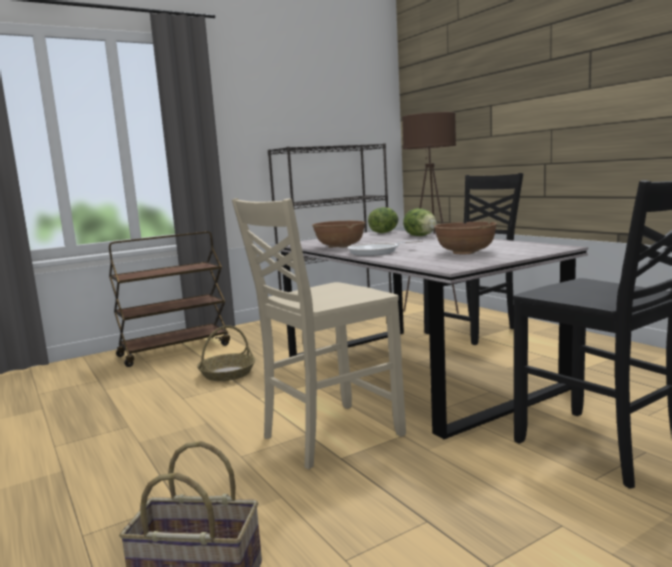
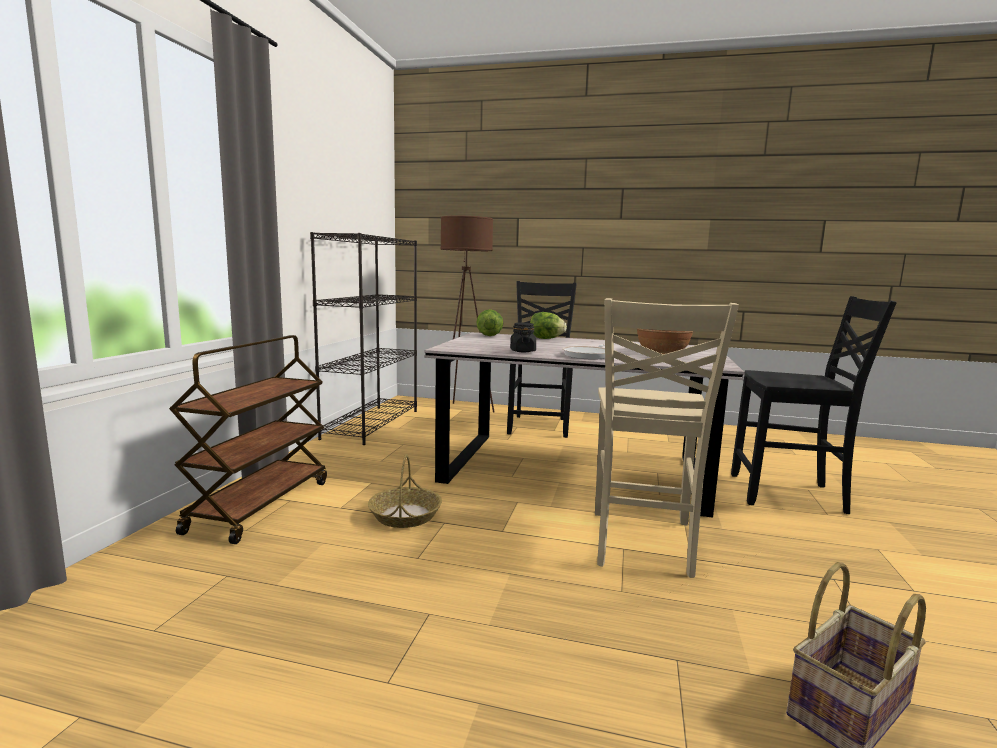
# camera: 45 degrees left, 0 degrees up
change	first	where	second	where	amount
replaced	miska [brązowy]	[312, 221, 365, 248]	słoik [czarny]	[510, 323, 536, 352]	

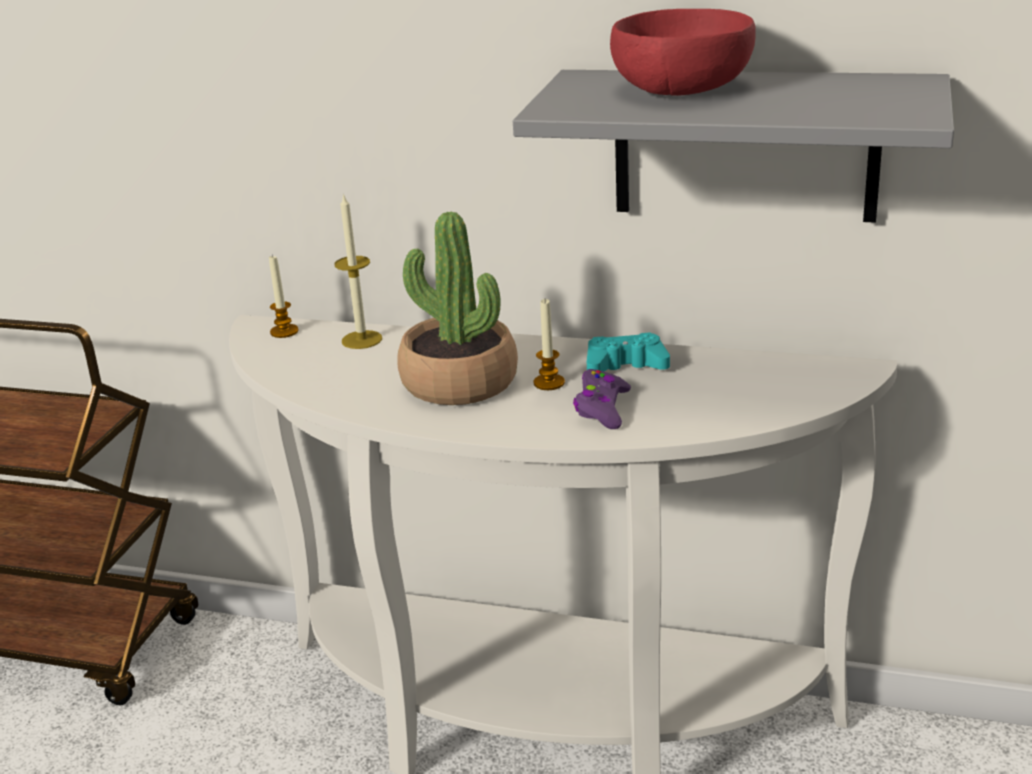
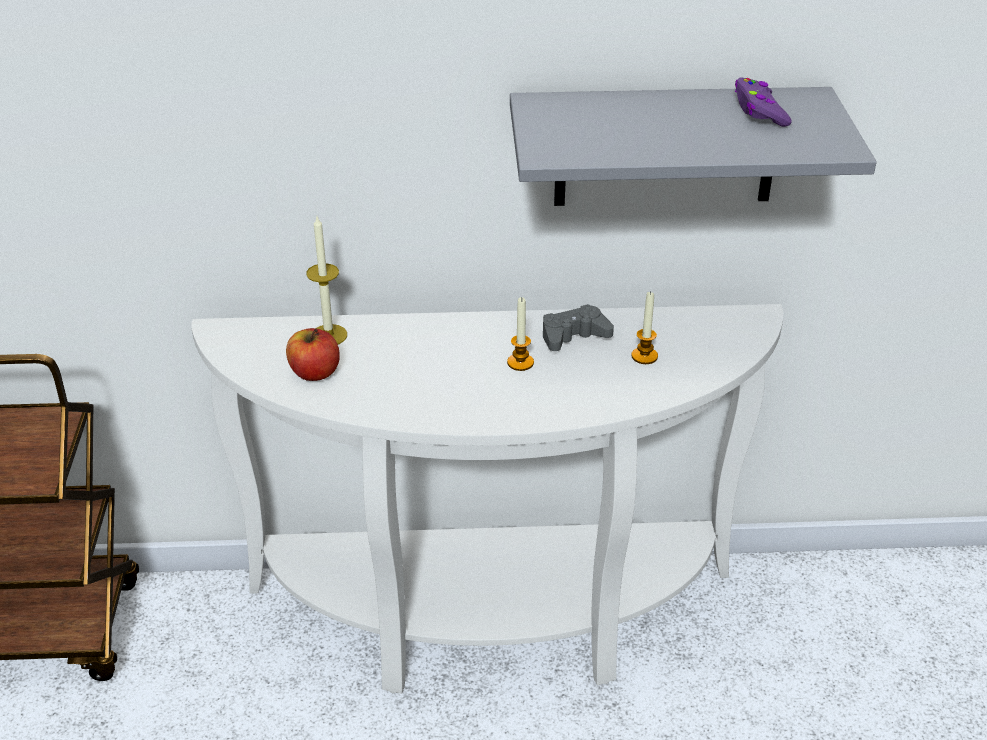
# camera: 20 degrees left, 10 degrees up
change	first	where	second	where	amount
added			jabłko	[286, 328, 340, 381]	
recoloured	pad do gier [turkusowy]	[587, 332, 670, 372]	pad do gier [szary]	[543, 304, 614, 351]	
moved	świeca	[269, 254, 298, 338]		[631, 291, 658, 364]	
moved	pad do gier [fioletowy]	[573, 369, 631, 429]		[735, 77, 792, 127]	
removed	roślina doniczkowa	[397, 212, 518, 405]			
removed	miska [czerwony]	[610, 9, 756, 96]			

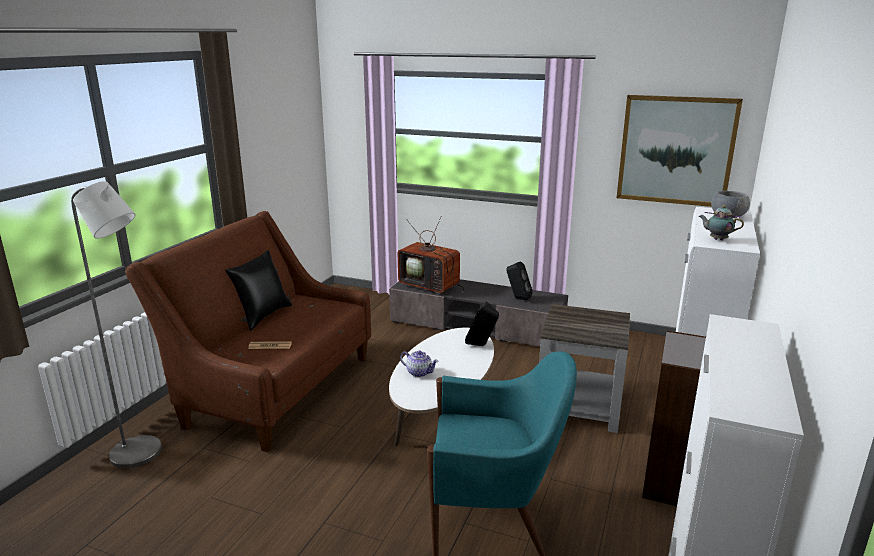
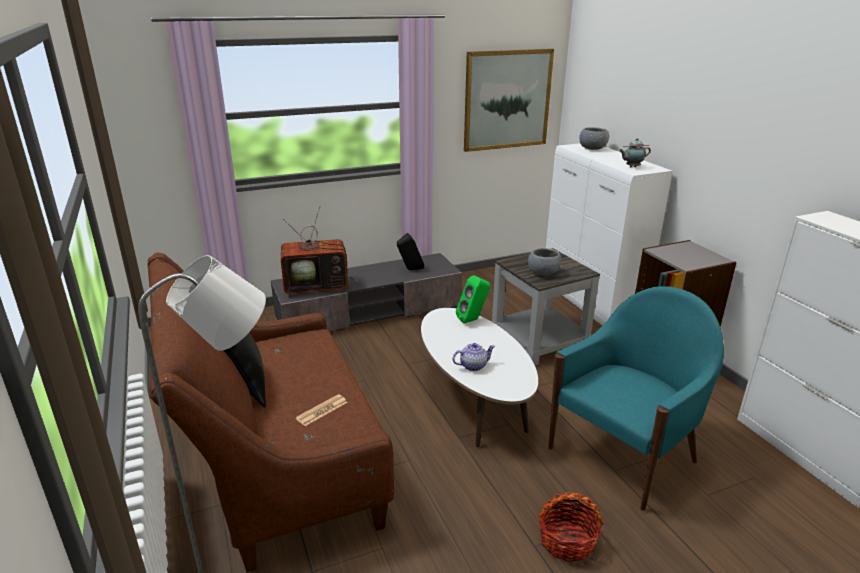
# camera: 45 degrees left, 5 degrees up
change	first	where	second	where	amount
recoloured	głośnik [czarny]	[465, 301, 499, 346]	głośnik [zielony]	[456, 275, 490, 323]	
added			miska [szary]	[528, 248, 561, 276]	
added			koszyk	[538, 492, 604, 562]	

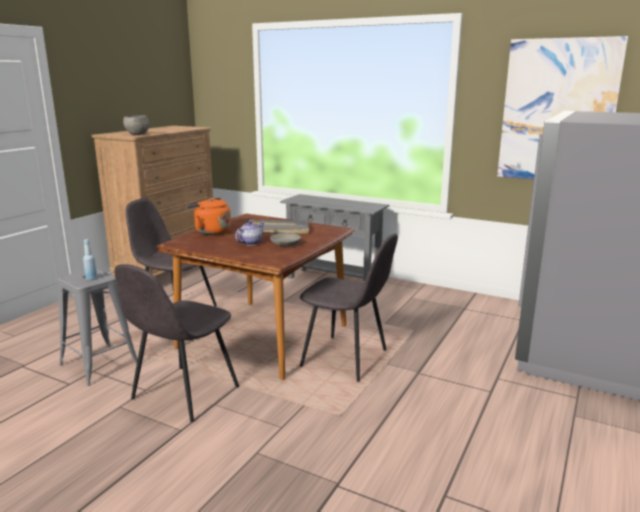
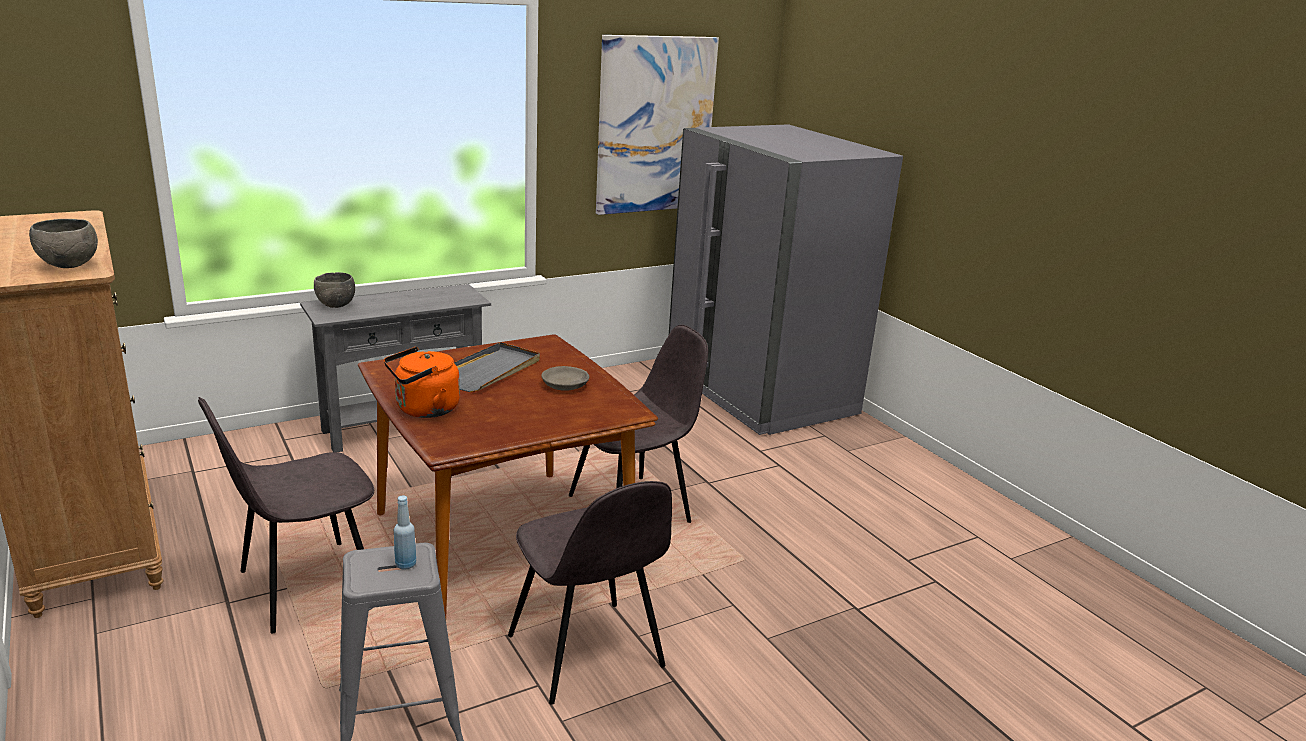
# camera: 60 degrees left, 5 degrees up
change	first	where	second	where	amount
added			miska [szary]	[314, 272, 355, 308]	
removed	imbryk	[235, 221, 264, 246]			

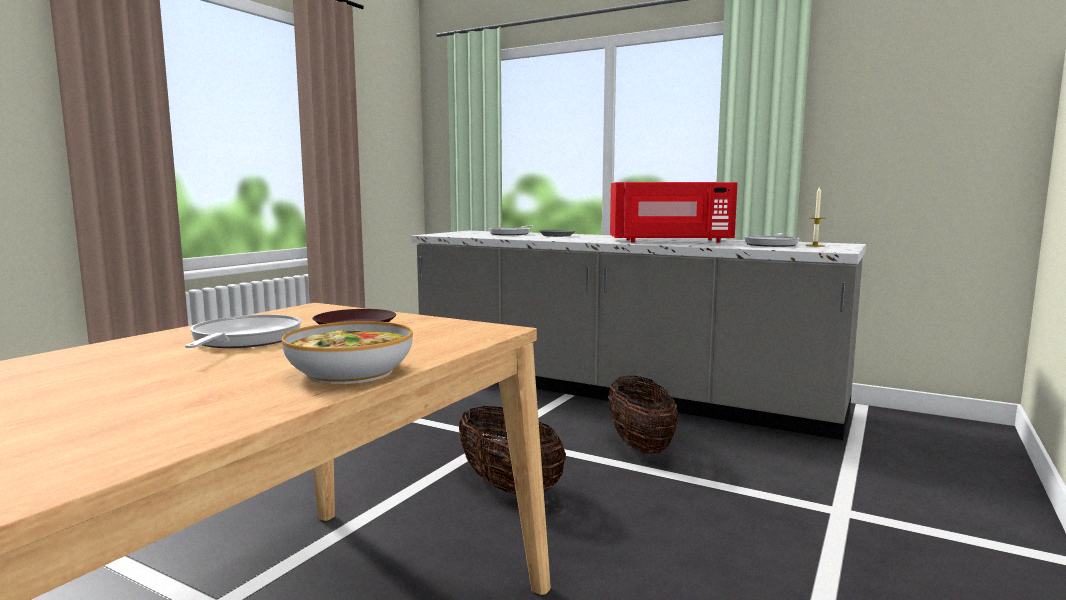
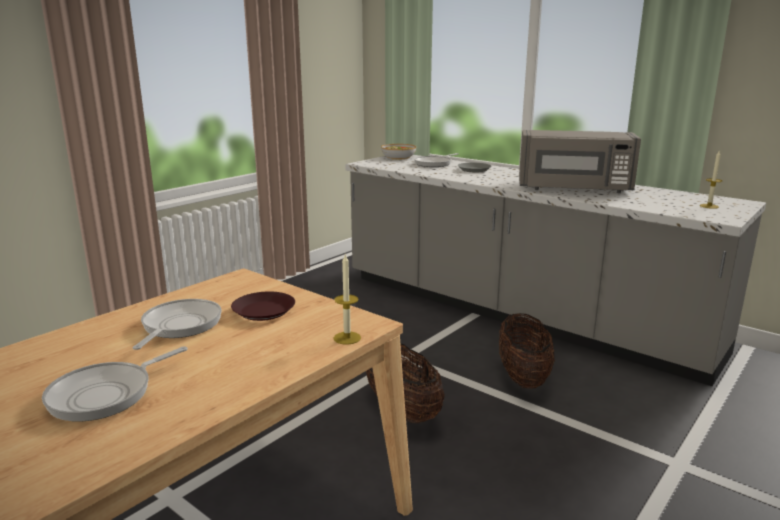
# camera: 10 degrees right, 10 degrees up
change	first	where	second	where	amount
moved	patelnia	[744, 233, 799, 247]		[42, 346, 188, 422]	
added			świeca	[333, 255, 361, 345]	
moved	miska	[282, 321, 413, 384]		[381, 144, 416, 160]	
recoloured	mikrofalówka [czerwony]	[610, 182, 737, 243]	mikrofalówka [szary]	[519, 130, 641, 193]	

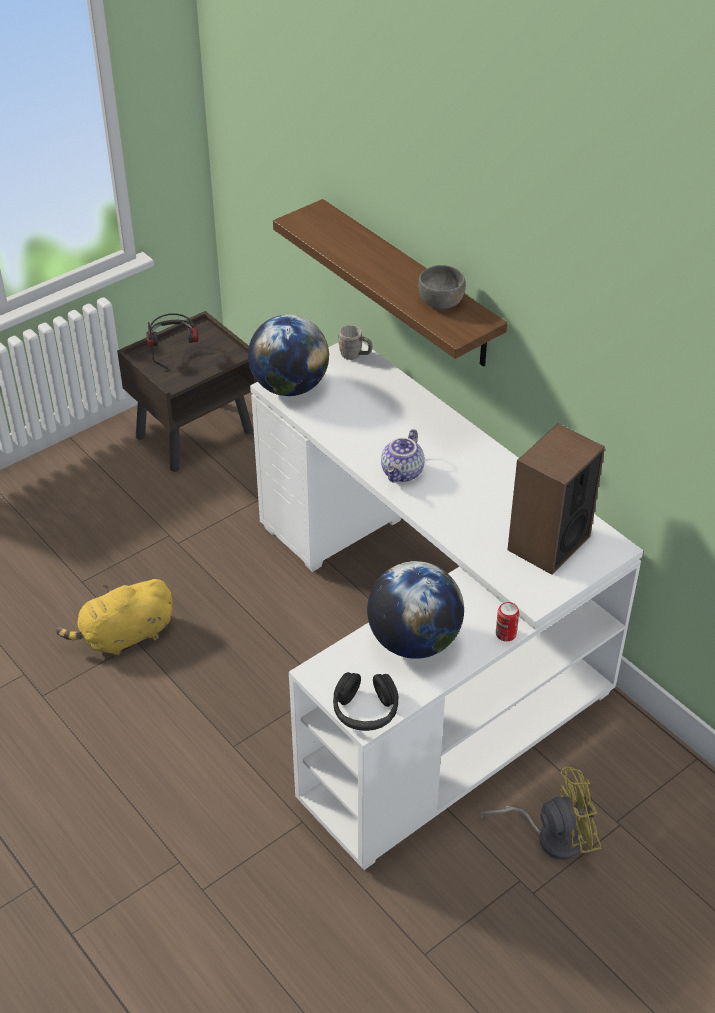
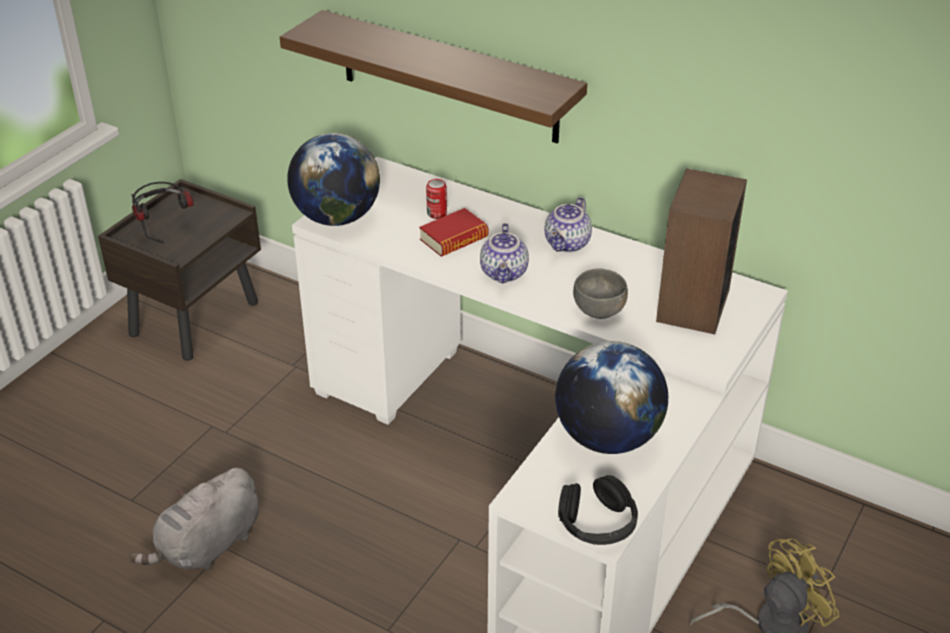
# camera: 20 degrees left, 5 degrees down
change	first	where	second	where	amount
recoloured	pluszak [żółty]	[56, 579, 172, 656]	pluszak [szary]	[129, 468, 259, 570]	
added			książka	[419, 208, 488, 257]	
moved	puszka	[496, 602, 519, 641]		[426, 179, 447, 219]	
added			imbryk	[544, 197, 592, 253]	
moved	miska [szary]	[418, 265, 466, 309]		[573, 268, 628, 319]	
removed	kubek [szary]	[338, 325, 372, 360]			

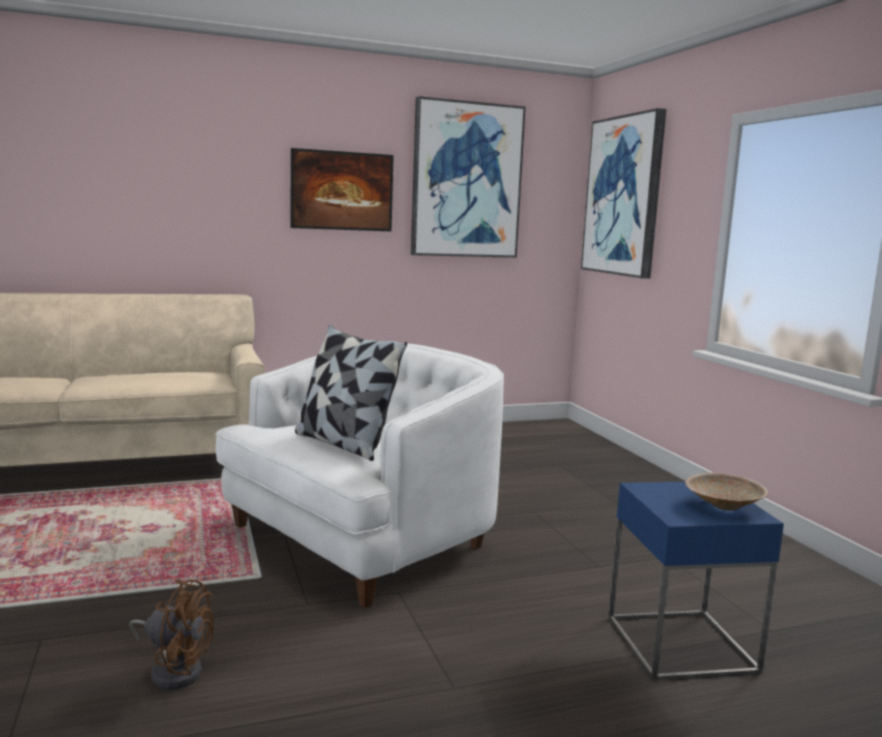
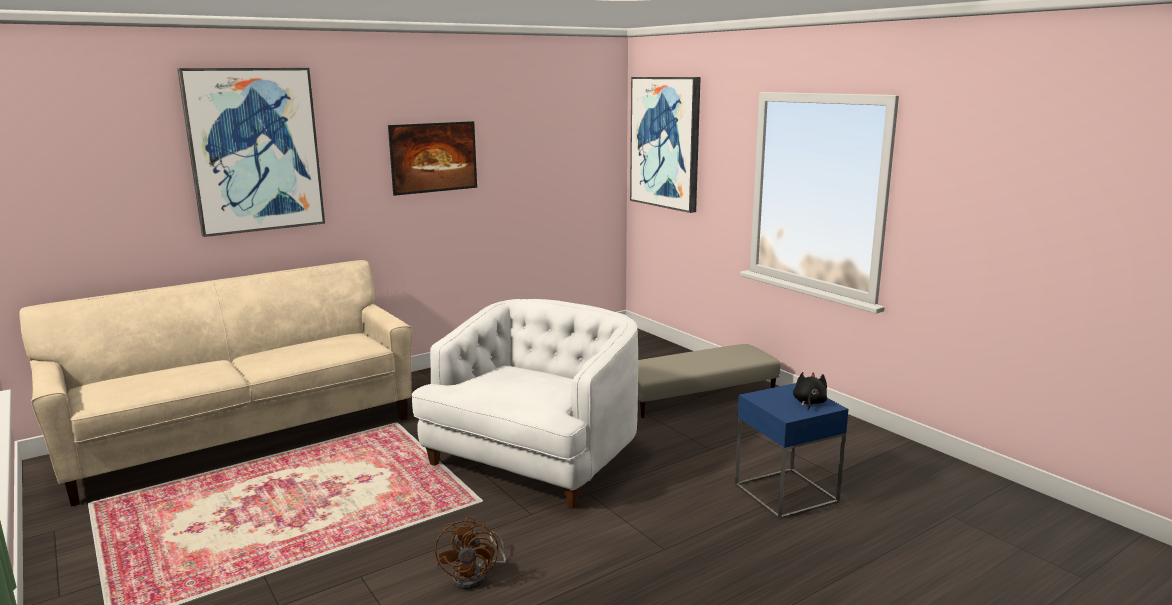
# camera: 15 degrees left, 5 degrees up
change	first	where	second	where	amount
moved	obraz	[411, 96, 526, 258]		[177, 68, 325, 237]	
turned	wentylator [brązowy]	[129, 579, 214, 690]		[435, 516, 506, 589]	90 degrees clockwise
added			pufa [beżowy]	[638, 344, 780, 418]	
replaced	miska [beżowy]	[685, 472, 768, 511]	pluszak [czarny]	[793, 372, 827, 411]	
removed	poduszka	[295, 325, 407, 461]			

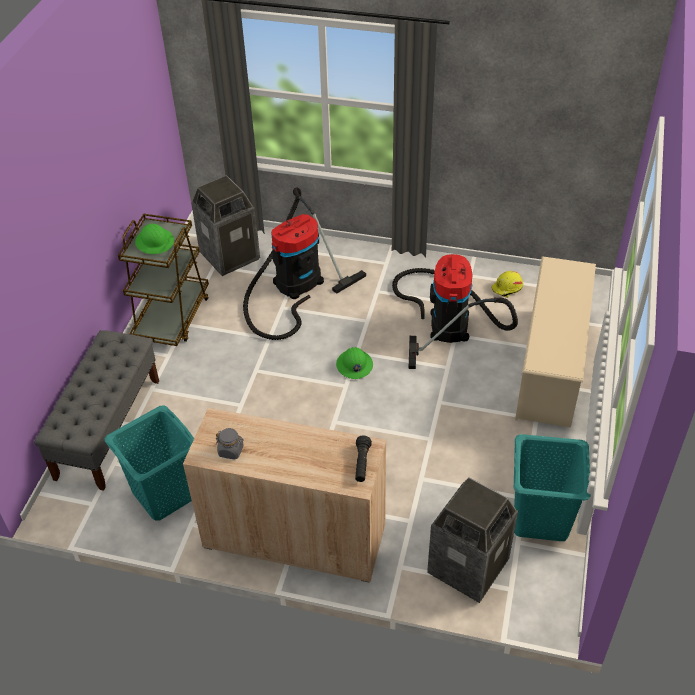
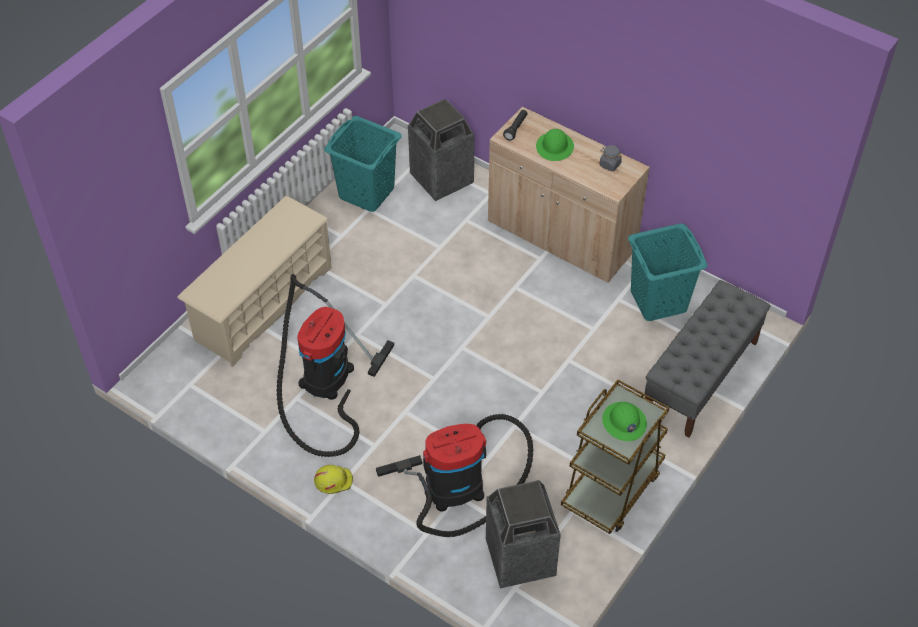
# camera: 160 degrees left, 5 degrees up
change	first	where	second	where	amount
moved	kask [żółty]	[491, 271, 523, 298]		[314, 465, 353, 494]	
moved	kask [zielony]	[336, 347, 373, 379]		[536, 129, 574, 161]	

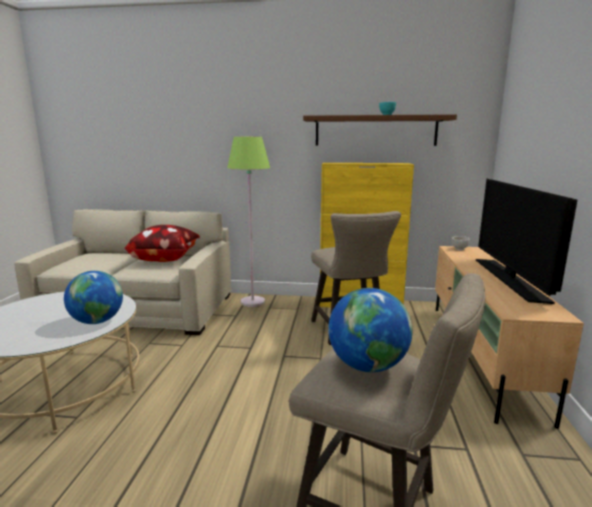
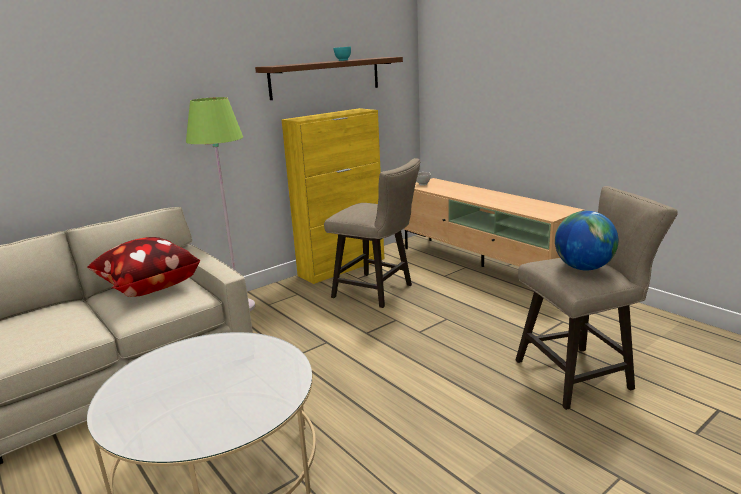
# camera: 45 degrees left, 5 degrees up
change	first	where	second	where	amount
removed	globus	[64, 271, 123, 324]			
removed	telewizor	[476, 179, 577, 304]			

